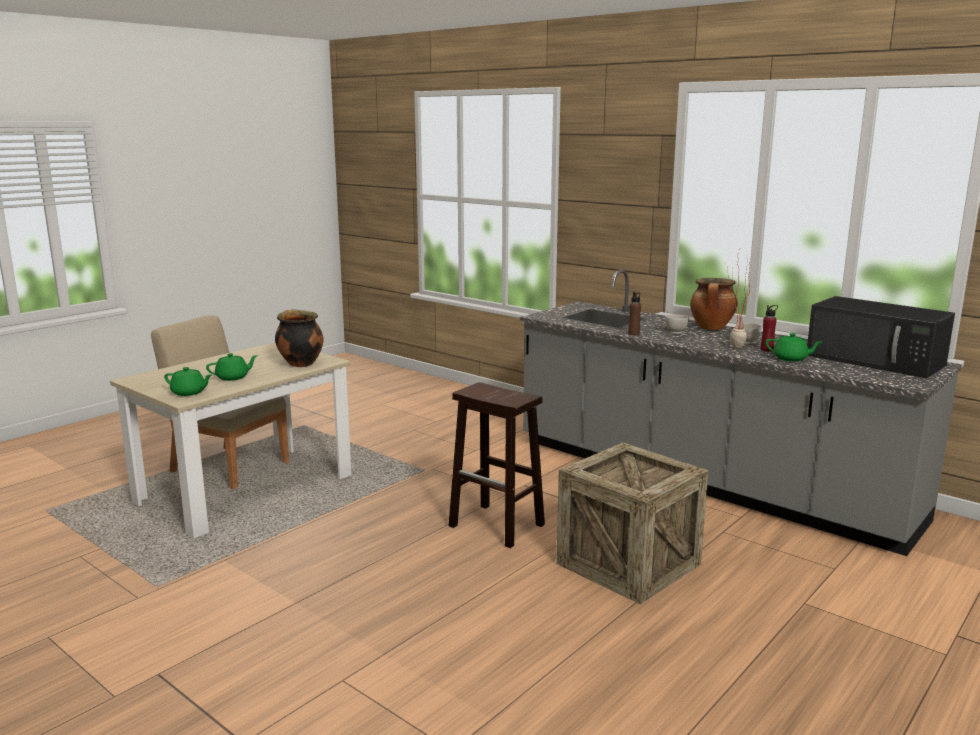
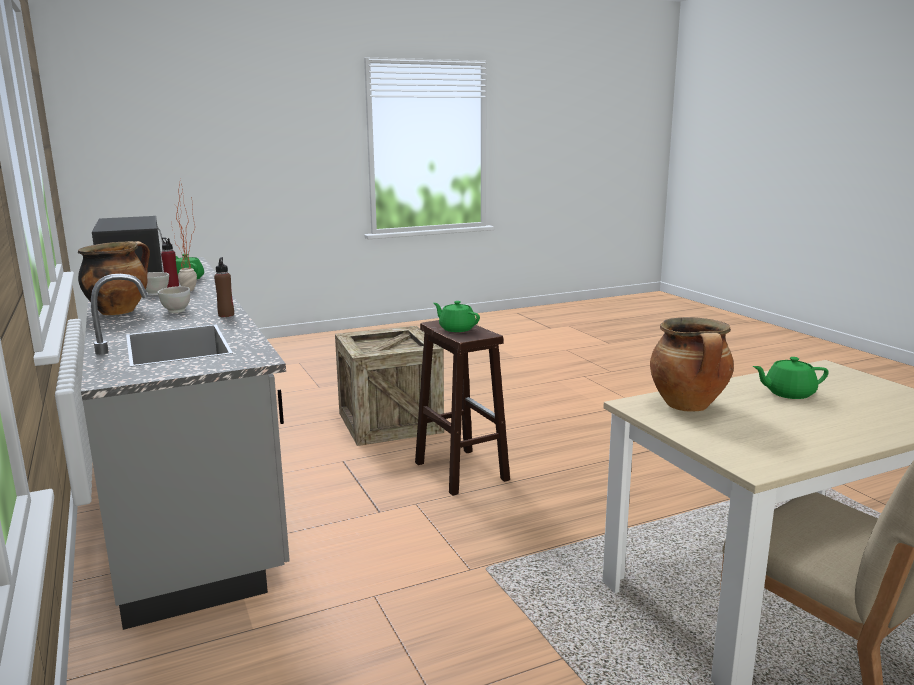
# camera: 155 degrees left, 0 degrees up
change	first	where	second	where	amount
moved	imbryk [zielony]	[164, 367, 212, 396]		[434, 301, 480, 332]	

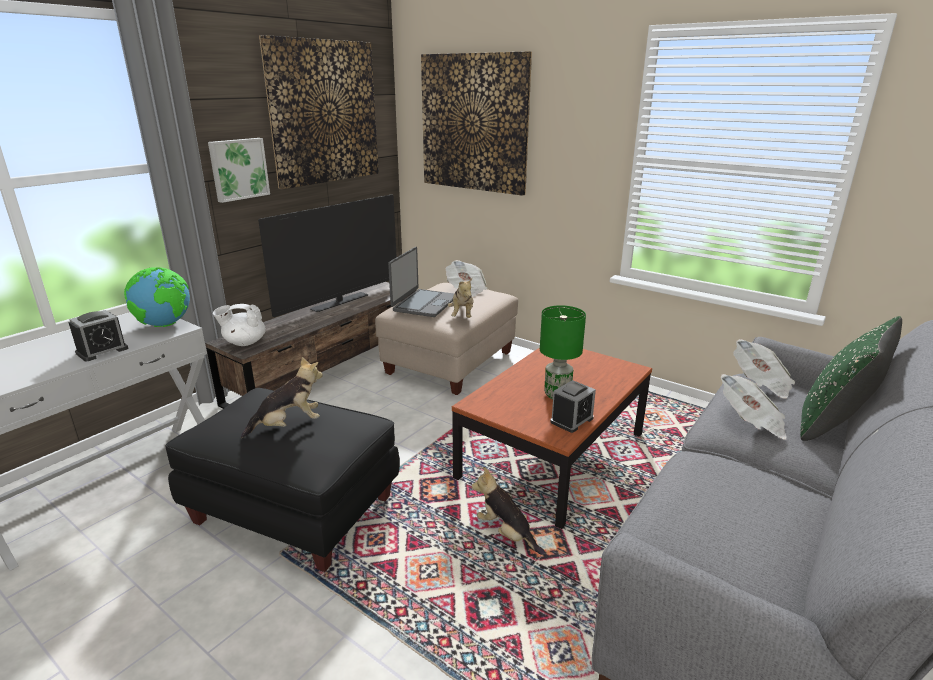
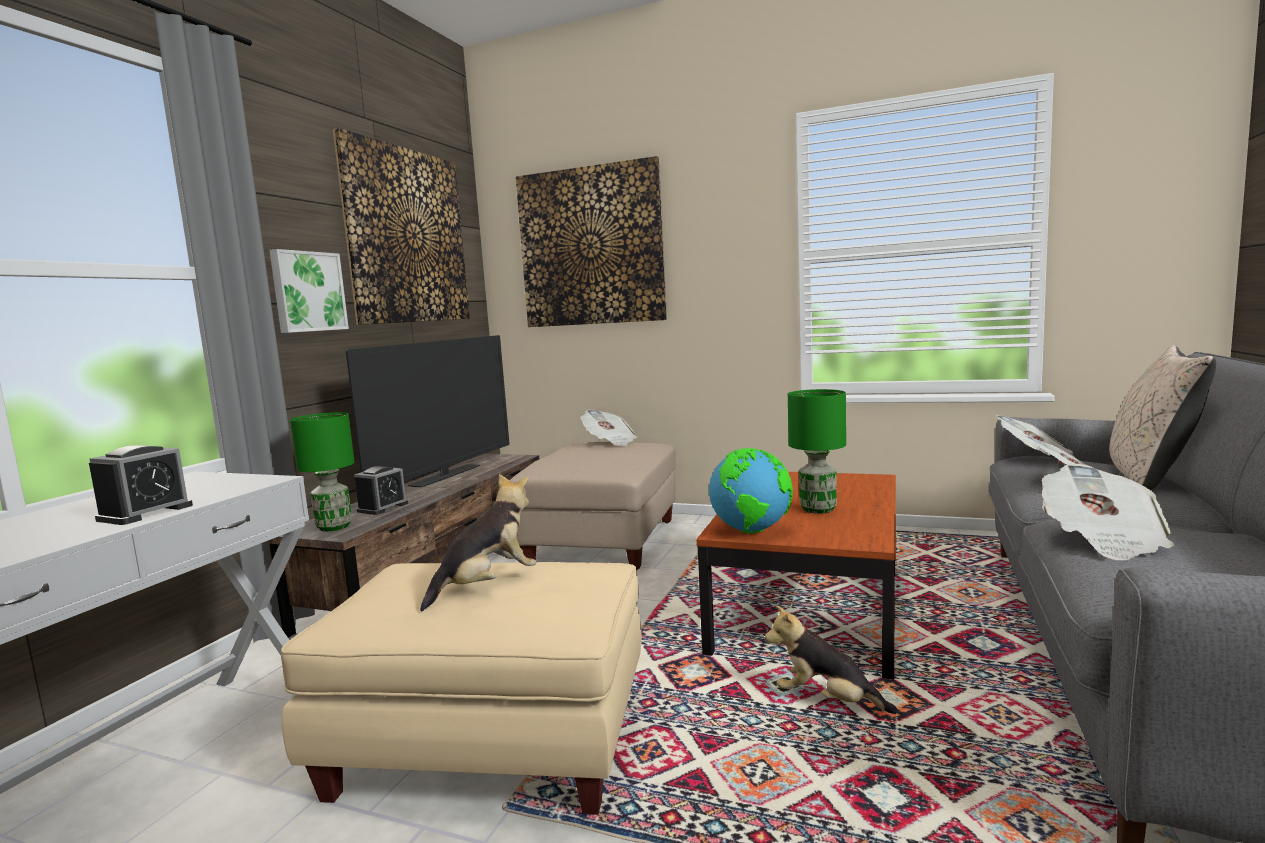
# camera: 15 degrees left, 15 degrees down
change	first	where	second	where	amount
recoloured	pufa [czarny]	[165, 388, 400, 572]	pufa [beżowy]	[281, 562, 642, 815]	
replaced	imbryk [biały]	[213, 304, 266, 346]	lampa stołowa [zielony]	[290, 412, 355, 531]	
moved	budzik	[550, 380, 596, 433]		[354, 466, 408, 515]	
moved	globus	[124, 267, 190, 327]		[709, 448, 793, 534]	
added			gazeta	[1042, 464, 1174, 560]	
recoloured	poduszka [zielony]	[800, 316, 902, 441]	poduszka [beżowy]	[1109, 345, 1216, 490]	
removed	laptop	[388, 247, 454, 317]			
removed	pluszak	[448, 278, 474, 318]			

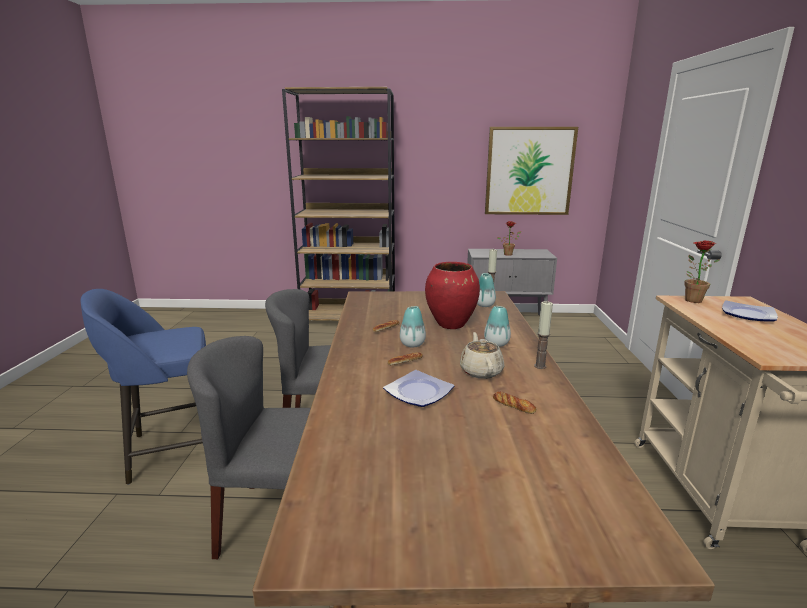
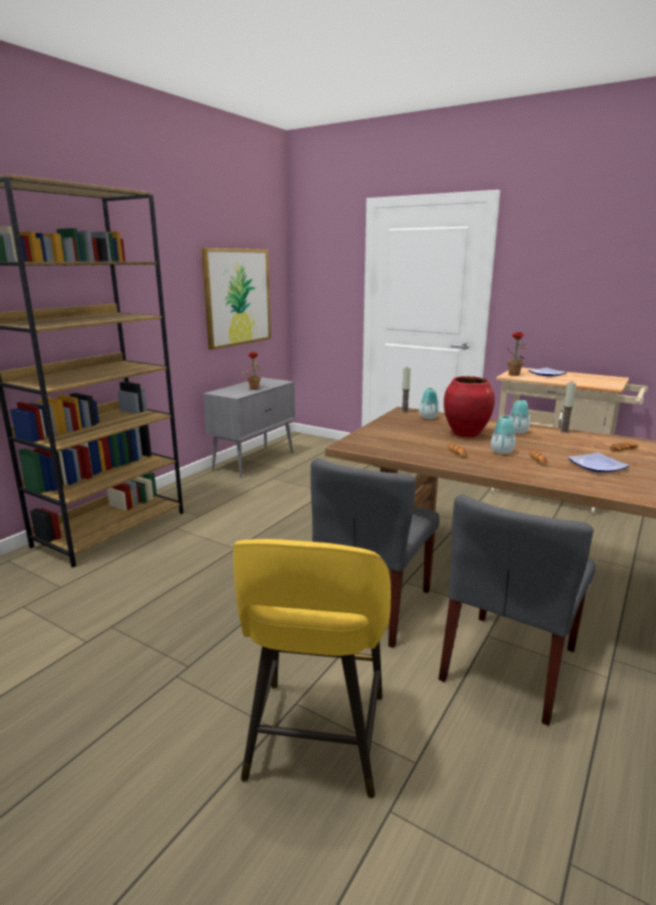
# camera: 60 degrees left, 0 degrees up
change	first	where	second	where	amount
recoloured	stołek [niebieski]	[81, 289, 206, 485]	stołek [żółty]	[233, 539, 391, 798]	
removed	imbryk [beżowy]	[460, 332, 504, 379]			

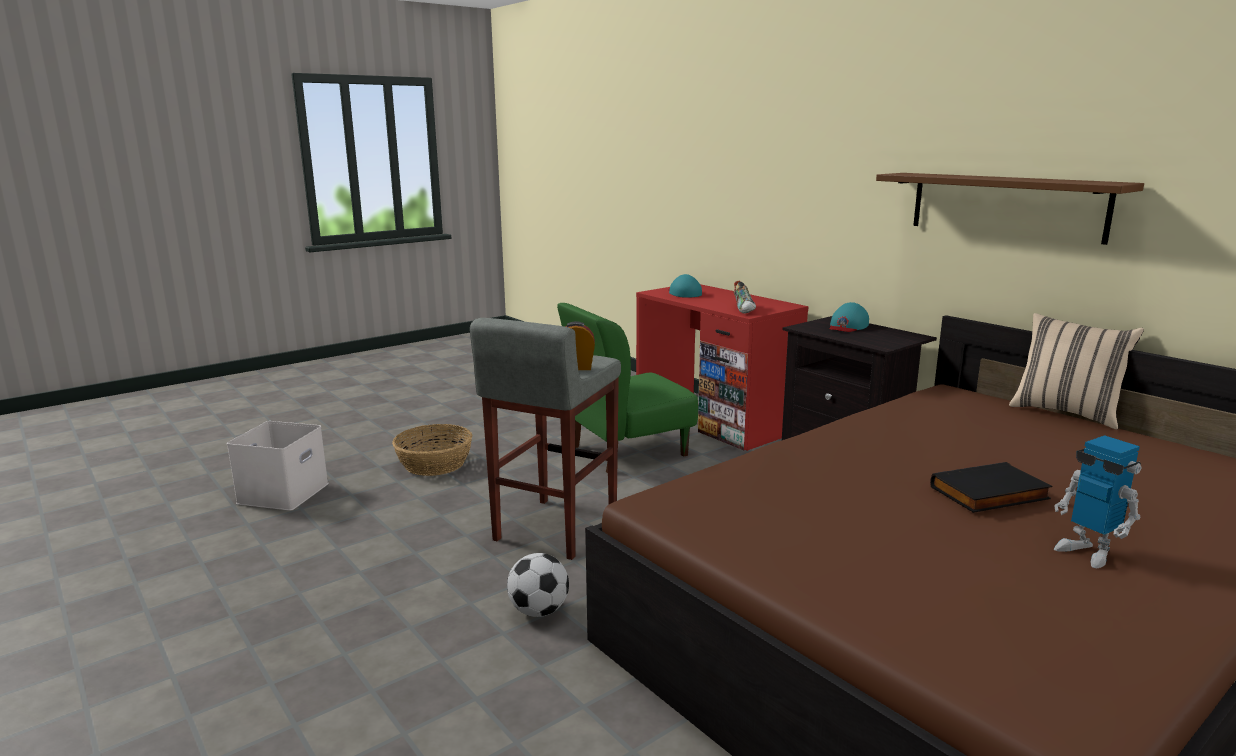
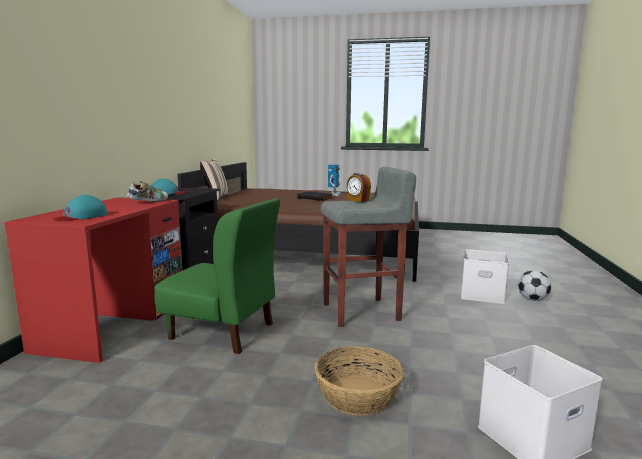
# camera: 130 degrees left, 5 degrees down
change	first	where	second	where	amount
added			pojemnik do przechowywania [biały]	[461, 249, 509, 304]	
moved	piłka futbolowa	[507, 553, 569, 617]		[518, 270, 551, 301]	
removed	półka [brązowy]	[876, 173, 1144, 245]			

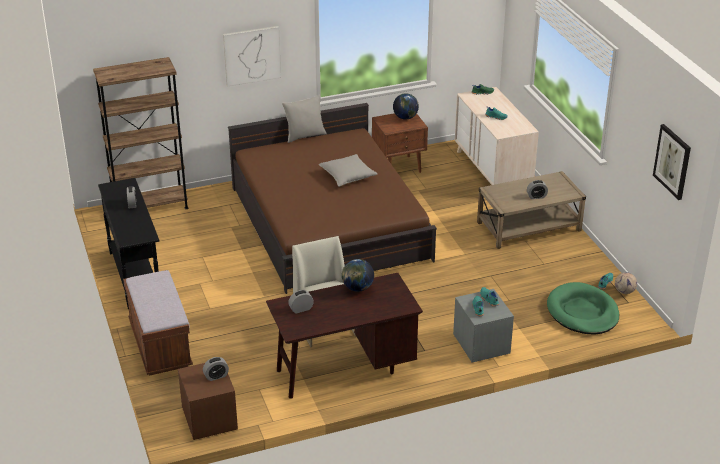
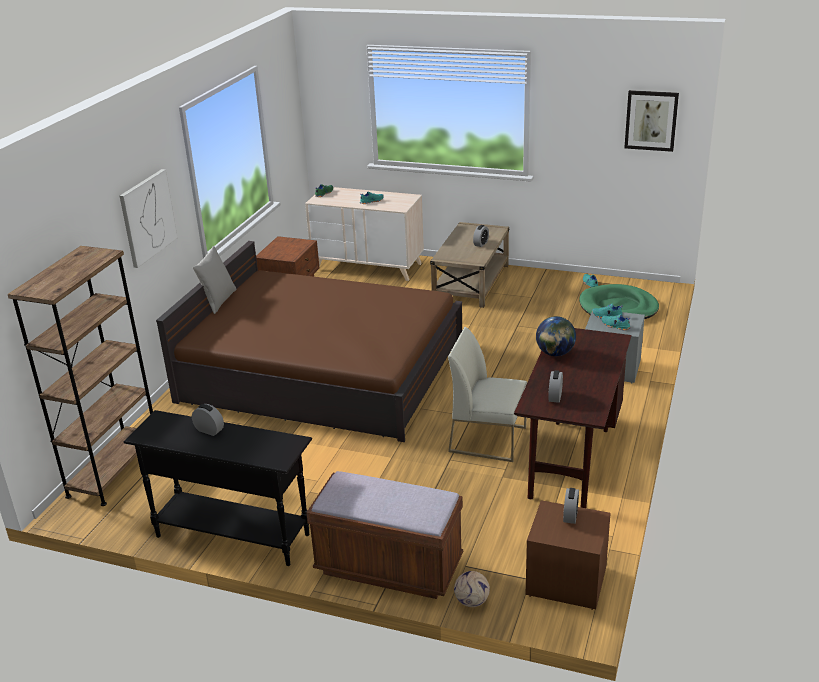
# camera: 50 degrees left, 5 degrees down
change	first	where	second	where	amount
moved	piłka futbolowa	[615, 272, 637, 294]		[454, 571, 490, 607]	
removed	poduszka [szary]	[319, 154, 377, 187]			
removed	globus	[393, 93, 419, 120]			

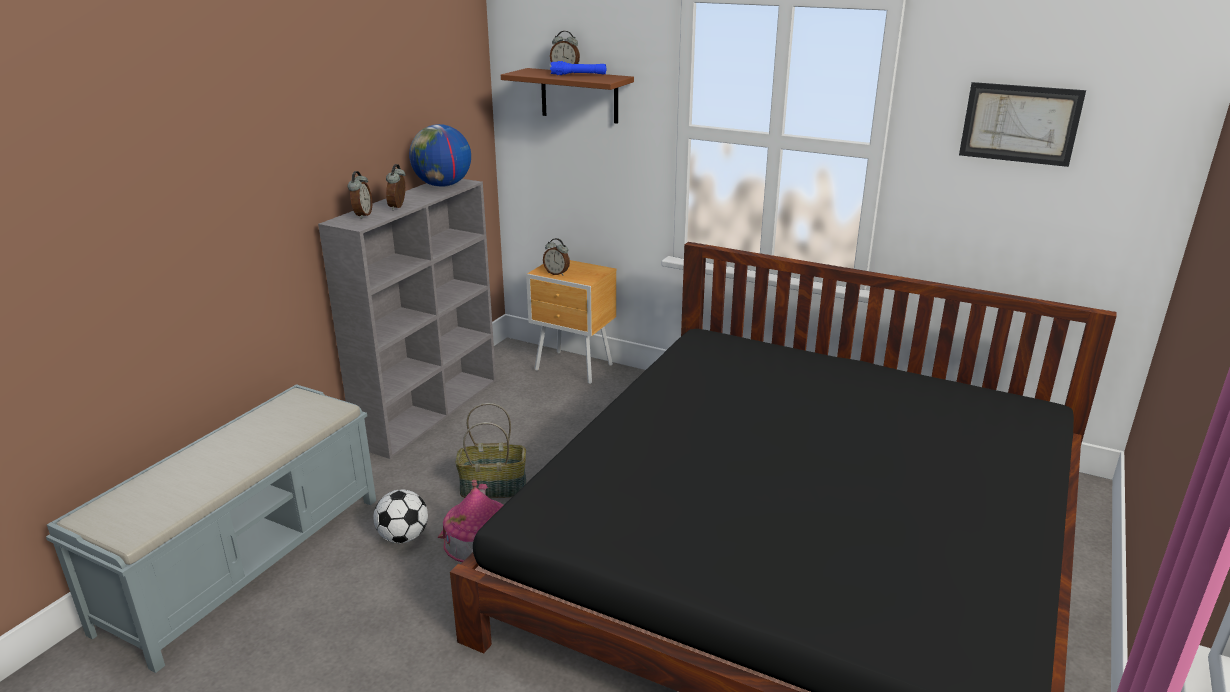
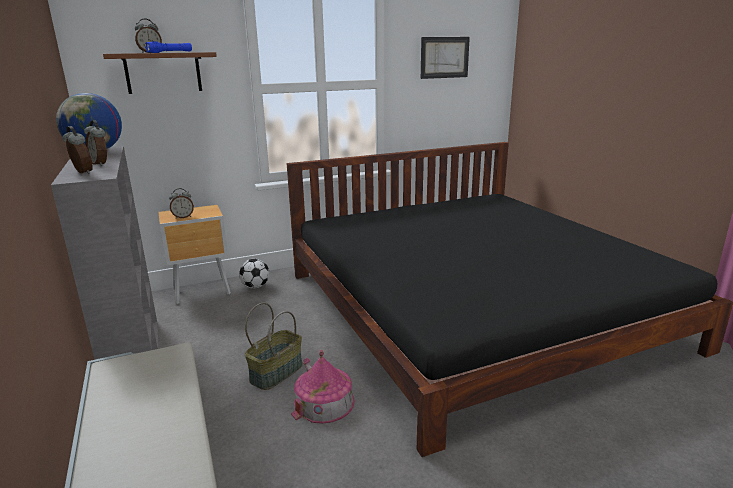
# camera: 50 degrees left, 5 degrees down
change	first	where	second	where	amount
moved	piłka futbolowa	[373, 489, 428, 543]		[239, 259, 269, 288]	

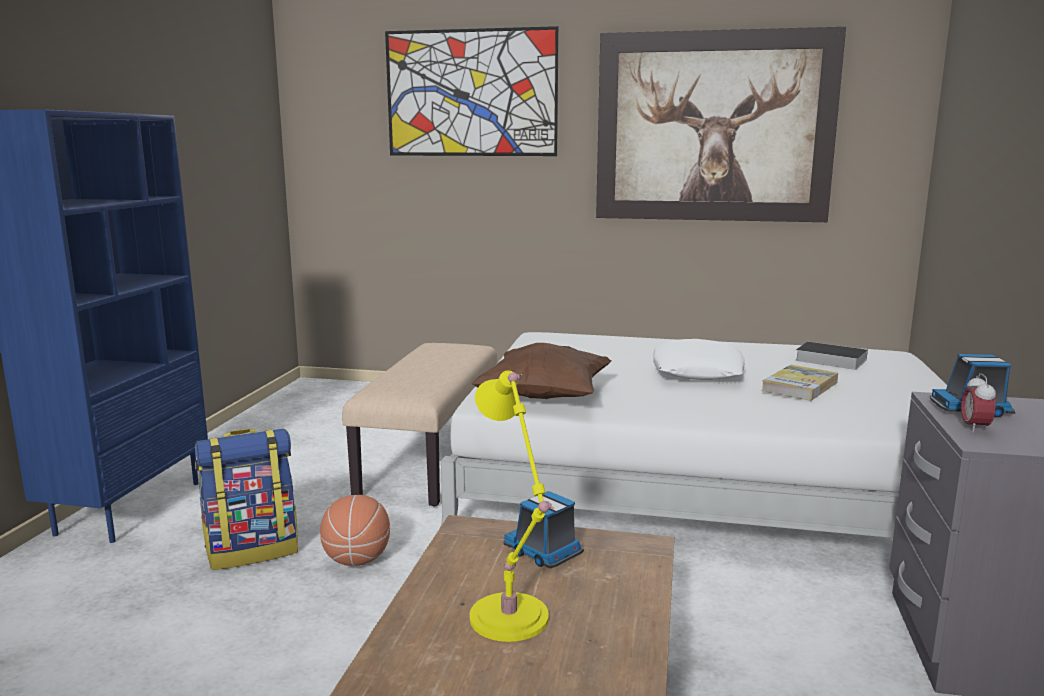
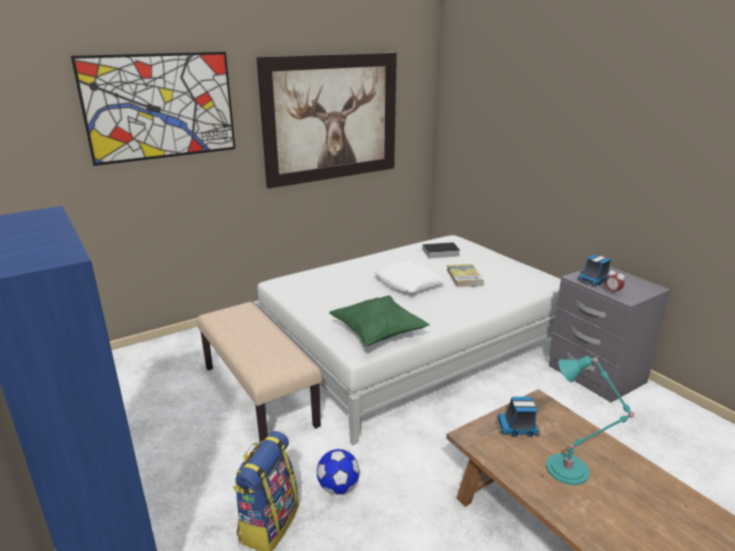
# camera: 45 degrees left, 10 degrees up
change	first	where	second	where	amount
replaced	piłka do koszykówki	[320, 495, 390, 566]	piłka futbolowa	[317, 449, 359, 494]	
recoloured	poduszka [brązowy]	[471, 343, 612, 399]	poduszka [zielony]	[329, 295, 430, 347]	
recoloured	lampa stołowa [żółty]	[470, 370, 554, 642]	lampa stołowa [turkusowy]	[546, 356, 636, 485]	

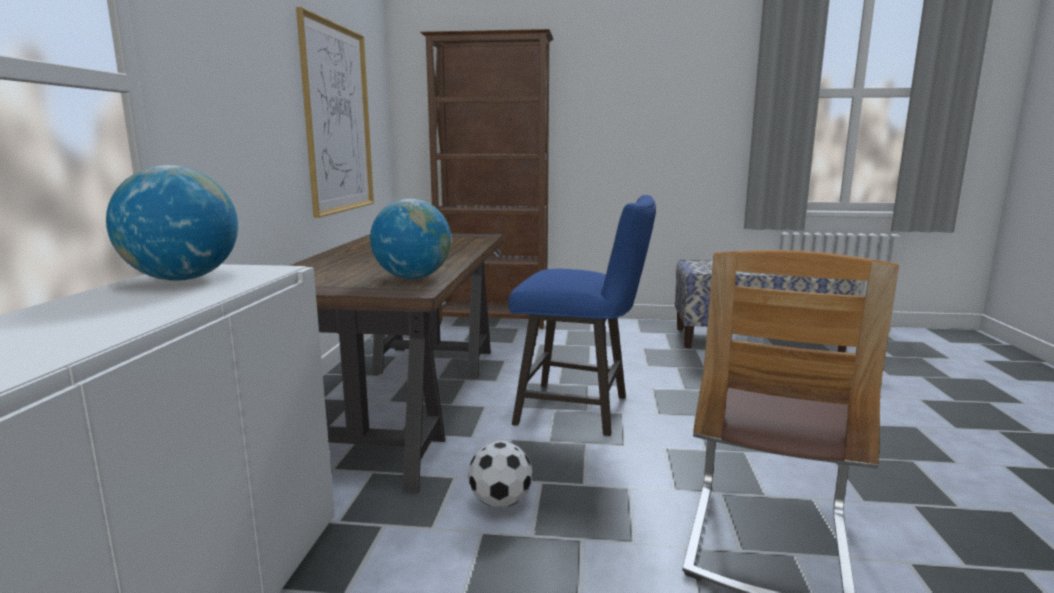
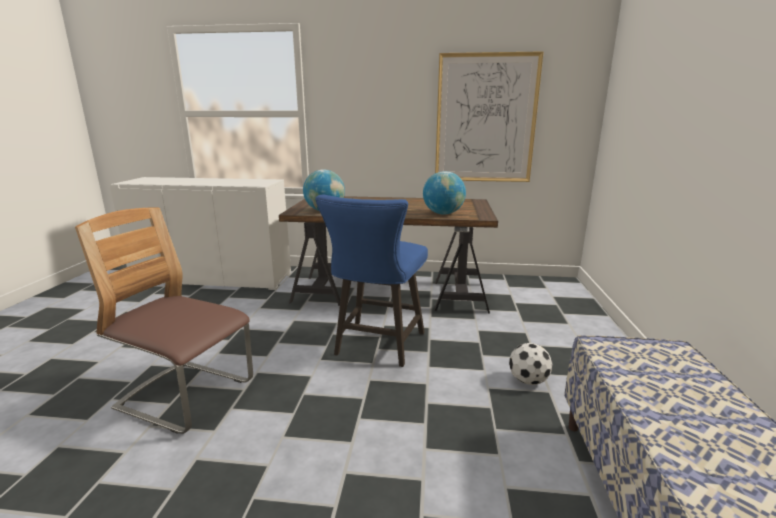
# camera: 90 degrees right, 5 degrees up
change	first	where	second	where	amount
moved	globus	[106, 165, 238, 281]		[423, 171, 466, 215]	
moved	piłka futbolowa	[468, 441, 533, 508]		[509, 343, 552, 385]	
removed	regał [brązowy]	[420, 29, 553, 329]			

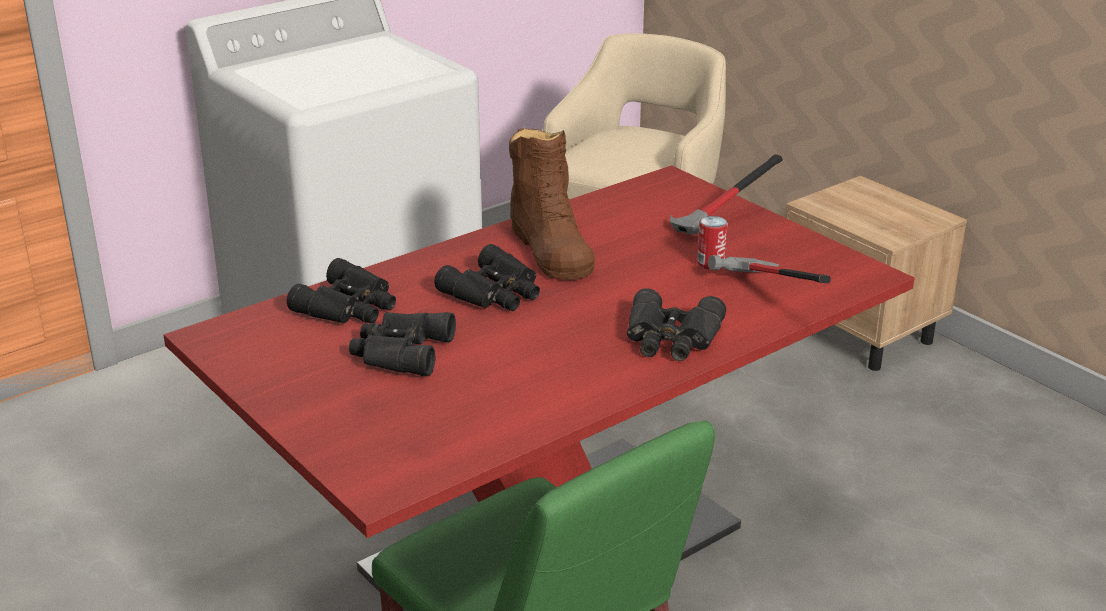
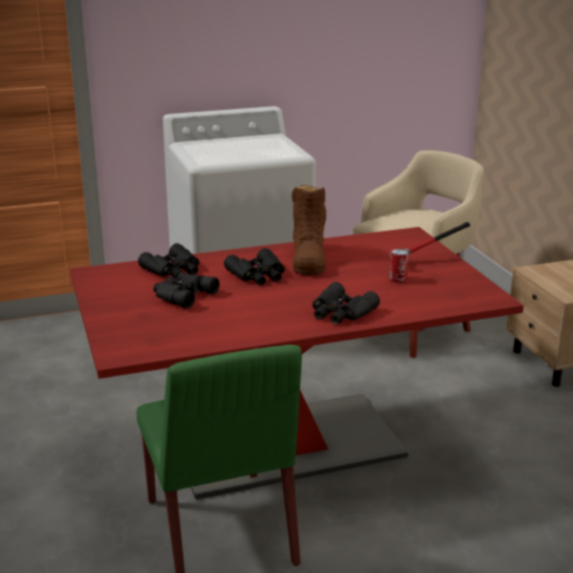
# camera: 20 degrees right, 5 degrees down
change	first	where	second	where	amount
removed	młotek	[708, 255, 831, 283]			

